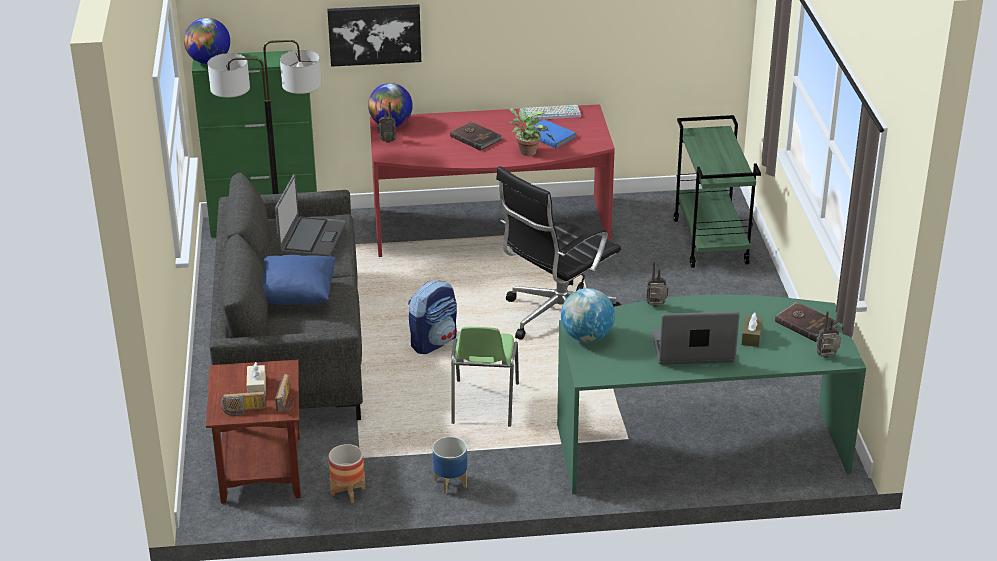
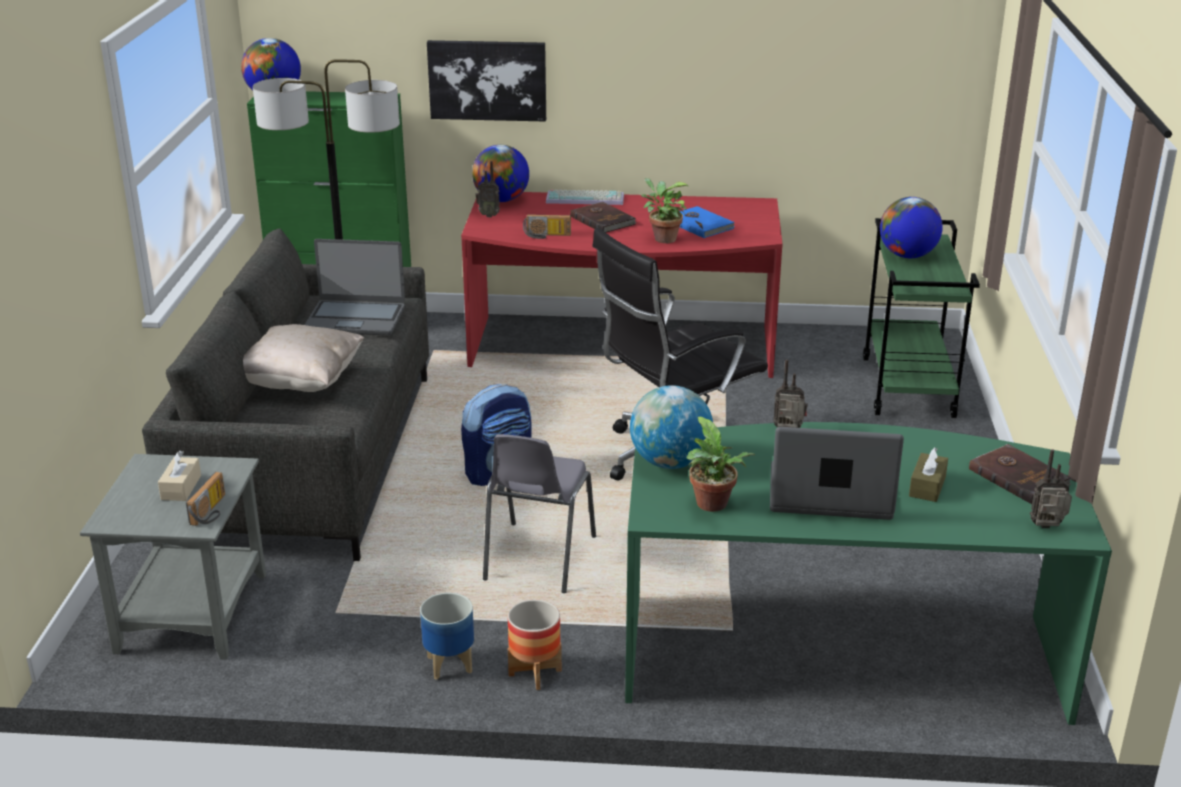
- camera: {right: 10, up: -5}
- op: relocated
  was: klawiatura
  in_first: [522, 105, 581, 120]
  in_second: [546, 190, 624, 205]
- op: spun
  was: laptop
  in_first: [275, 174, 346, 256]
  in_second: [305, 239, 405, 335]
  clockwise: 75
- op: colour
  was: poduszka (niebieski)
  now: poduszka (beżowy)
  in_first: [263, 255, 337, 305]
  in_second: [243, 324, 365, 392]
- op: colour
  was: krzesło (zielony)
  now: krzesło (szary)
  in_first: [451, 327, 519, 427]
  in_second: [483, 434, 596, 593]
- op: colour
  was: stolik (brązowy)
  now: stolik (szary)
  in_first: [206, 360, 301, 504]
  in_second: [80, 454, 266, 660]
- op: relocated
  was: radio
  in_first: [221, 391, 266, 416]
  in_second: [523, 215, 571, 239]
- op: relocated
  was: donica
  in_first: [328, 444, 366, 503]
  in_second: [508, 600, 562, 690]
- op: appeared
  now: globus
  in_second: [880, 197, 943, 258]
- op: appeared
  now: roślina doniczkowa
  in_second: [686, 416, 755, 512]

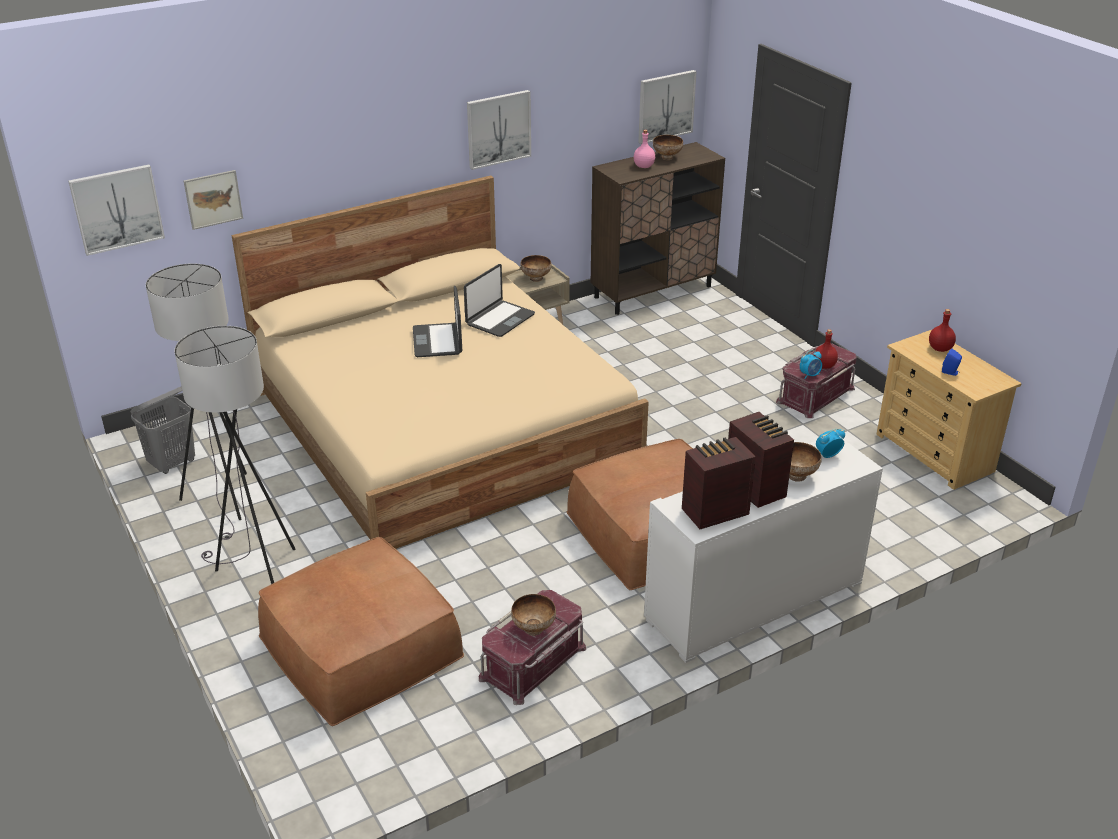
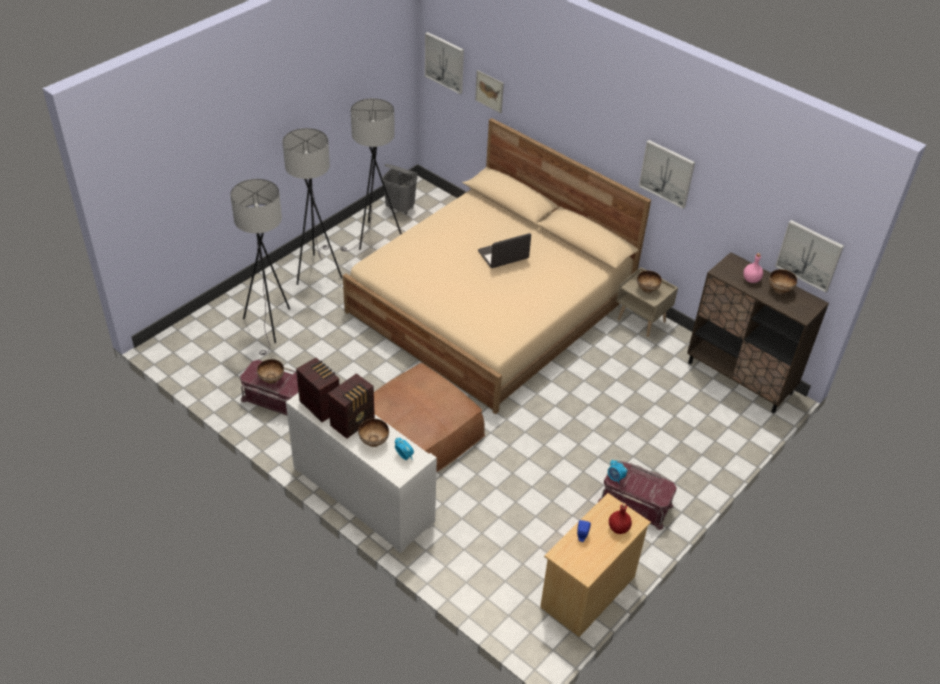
- camera: {right: 70, up: 10}
- op: missing
  was: laptop
  in_first: [464, 264, 535, 337]
- op: missing
  was: butelka (czerwony)
  in_first: [814, 329, 838, 369]
- op: exchanged
  was: pufa (brązowy)
  now: lampa stojąca (szary)
  in_first: [258, 537, 464, 726]
  in_second: [230, 179, 290, 355]

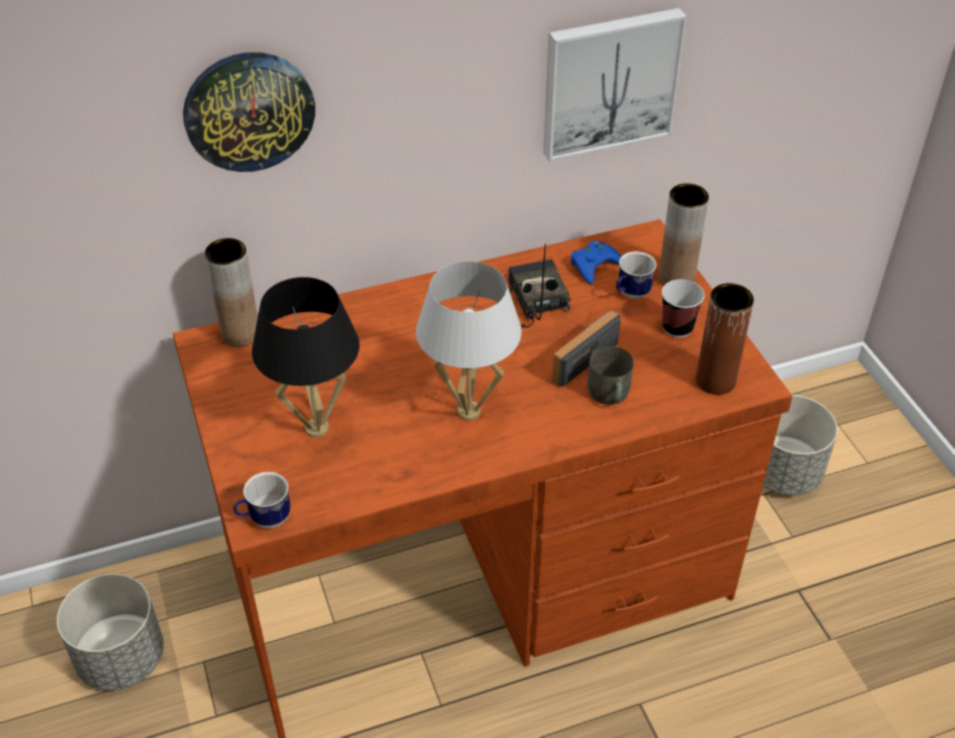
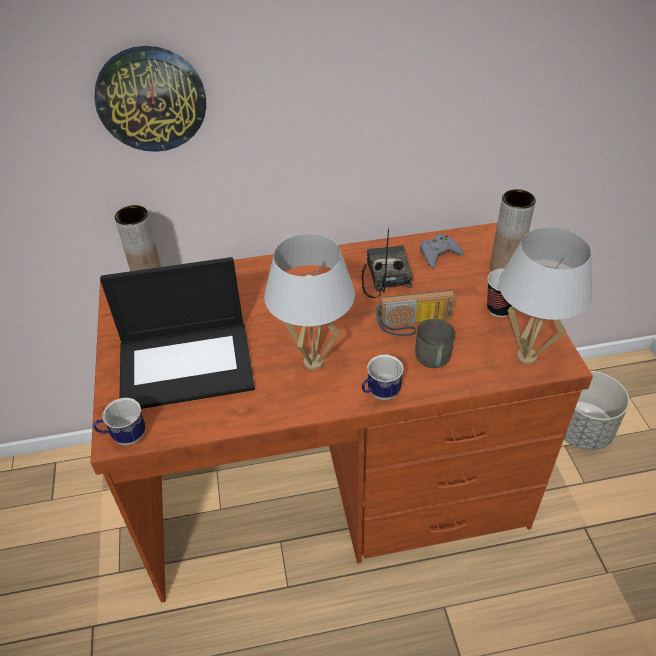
- camera: {right: 10, up: 0}
- op: missing
  was: obraz
  in_first: [543, 8, 687, 162]
- op: colour
  was: pad do gier (niebieski)
  now: pad do gier (szary)
  in_first: [571, 240, 622, 285]
  in_second: [420, 234, 464, 269]
- op: relocated
  was: kubek
  in_first: [616, 251, 657, 299]
  in_second: [362, 355, 404, 400]
- op: exchanged
  was: lampa stołowa (czarny)
  now: laptop
  in_first: [252, 277, 360, 437]
  in_second: [100, 257, 255, 409]
- op: exchanged
  was: wazon (brązowy)
  now: lampa stołowa (biały)
  in_first: [696, 283, 754, 395]
  in_second: [499, 227, 592, 364]
- op: spun
  was: radio
  in_first: [552, 311, 621, 387]
  in_second: [376, 290, 455, 336]
  clockwise: -150
- op: missing
  was: donica (szary)
  in_first: [57, 574, 164, 691]

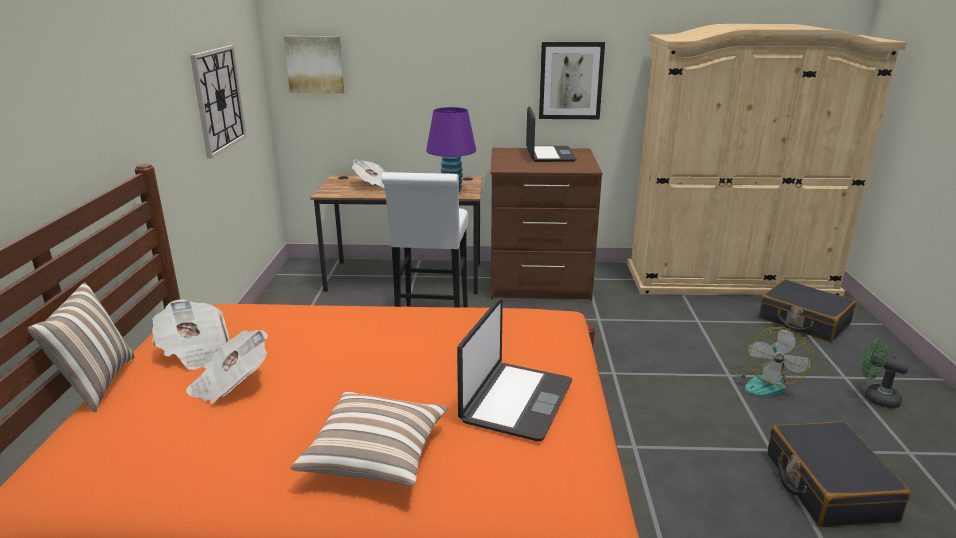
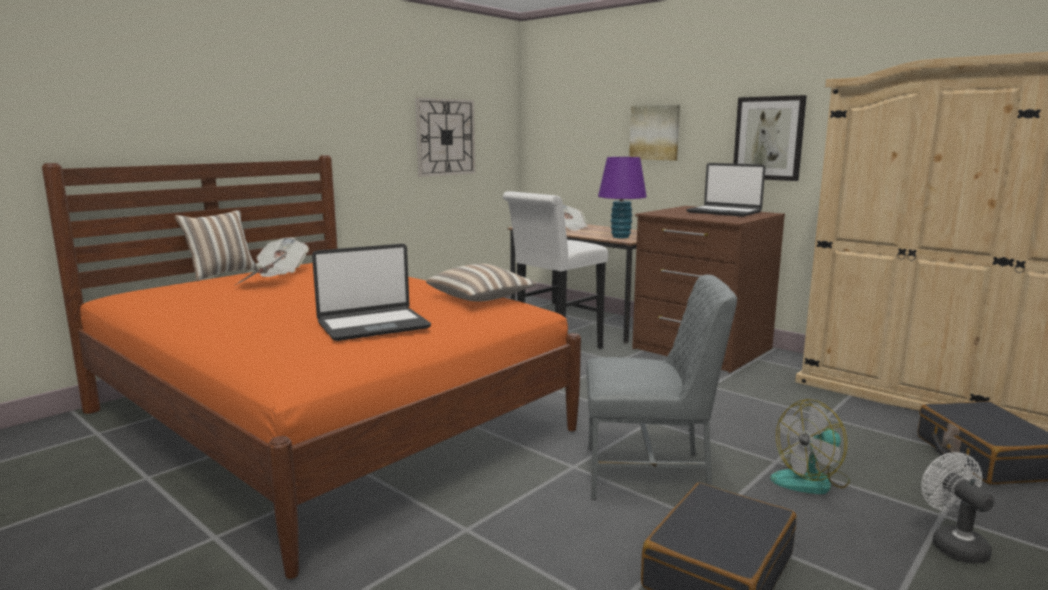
- camera: {right: 40, up: -10}
- op: relocated
  was: obraz
  in_first: [284, 36, 344, 93]
  in_second: [629, 105, 680, 161]
- op: spun
  was: laptop
  in_first: [526, 106, 576, 162]
  in_second: [686, 163, 765, 217]
  clockwise: 90
- op: colour
  was: wentylator (zielony)
  now: wentylator (biały)
  in_first: [861, 338, 910, 408]
  in_second: [921, 452, 994, 564]
- op: relocated
  was: poduszka
  in_first: [291, 392, 448, 486]
  in_second: [426, 264, 537, 301]
- op: appeared
  now: krzesło (szary)
  in_second: [586, 275, 737, 500]

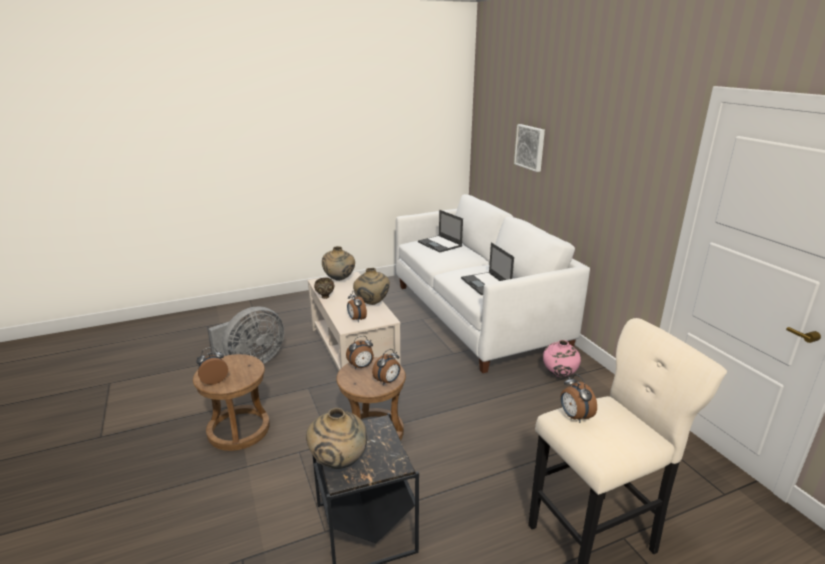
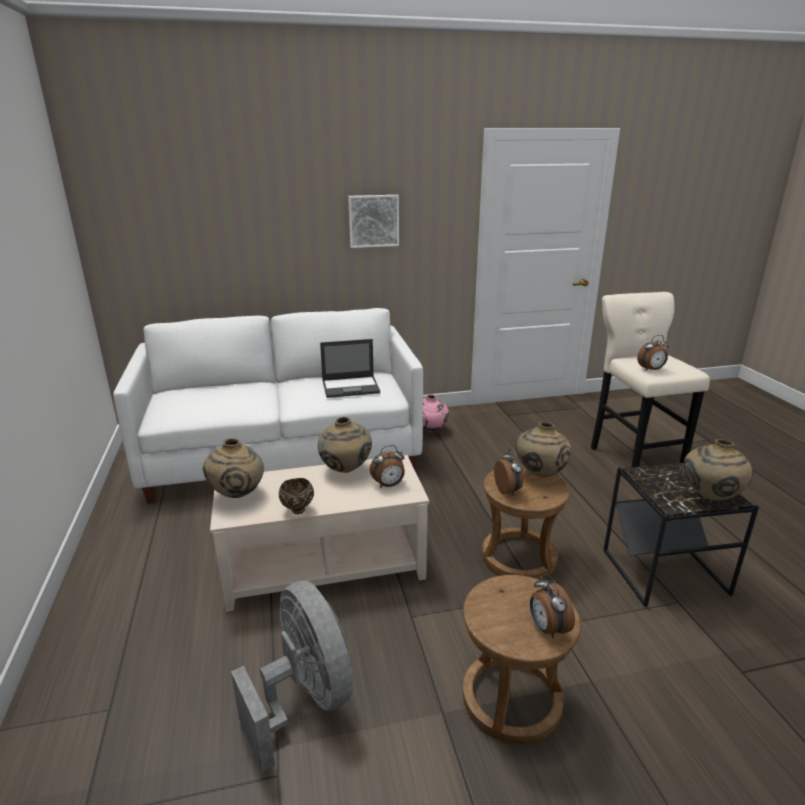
- camera: {right: -80, up: 0}
- op: relocated
  was: obraz
  in_first: [514, 124, 545, 172]
  in_second: [348, 195, 399, 248]
- op: missing
  was: laptop
  in_first: [418, 210, 463, 252]
- op: exchanged
  was: budzik
  now: wazon (beżowy)
  in_first: [372, 349, 401, 385]
  in_second: [516, 422, 572, 477]

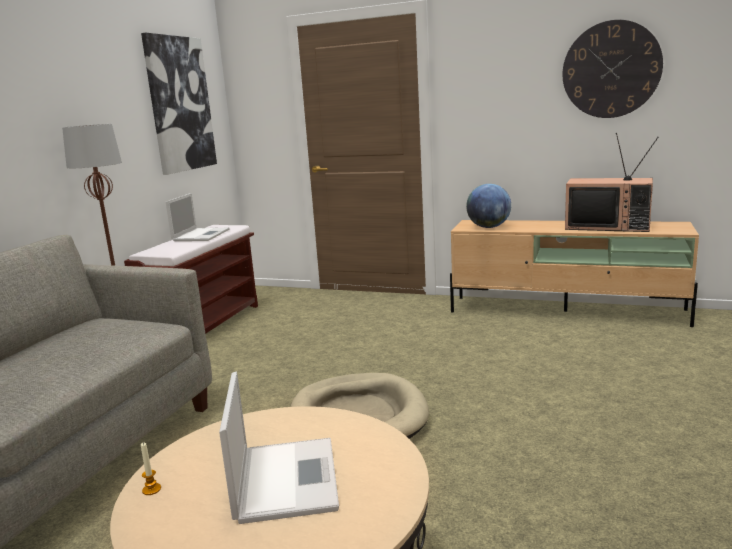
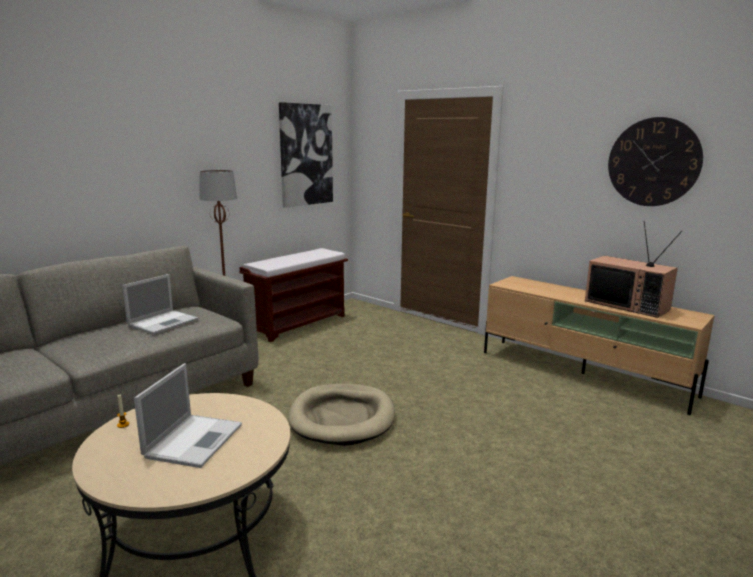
- camera: {right: 20, up: 0}
- op: missing
  was: globus
  in_first: [466, 184, 511, 228]
- op: relocated
  was: laptop
  in_first: [166, 193, 230, 241]
  in_second: [122, 274, 198, 335]

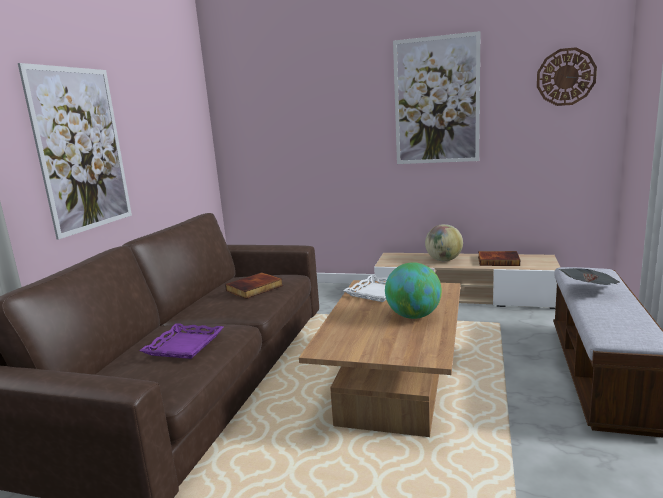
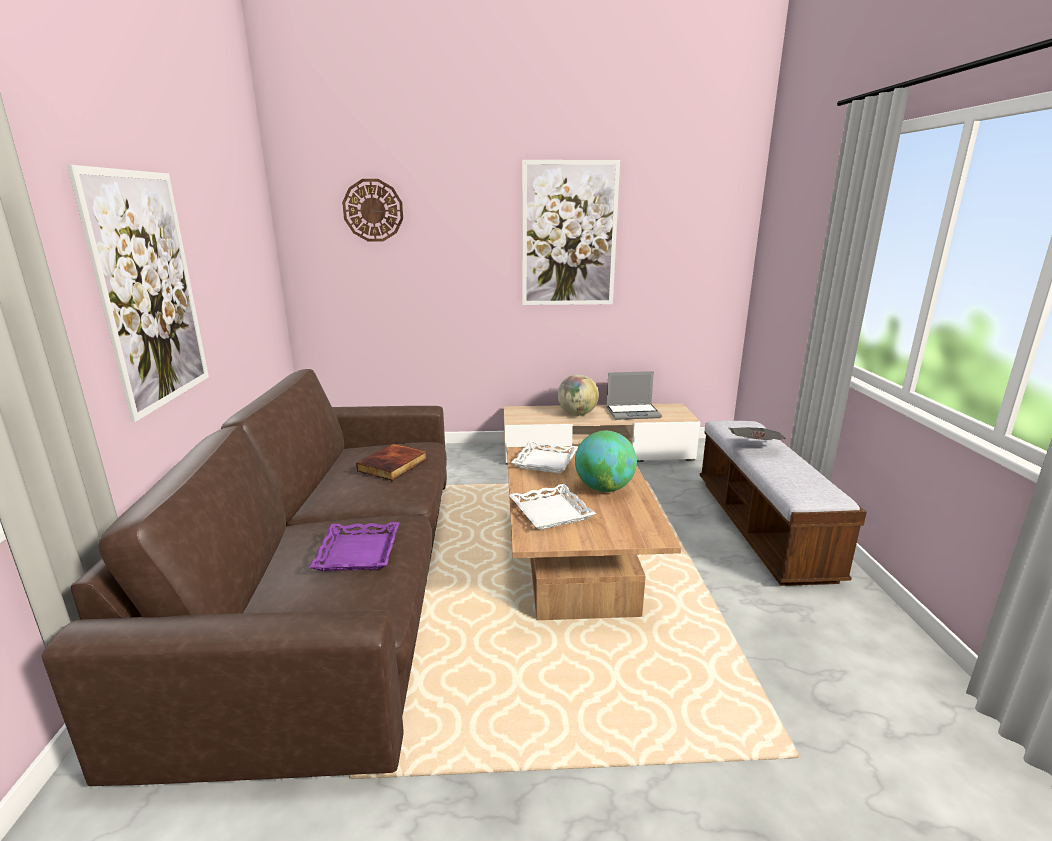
- camera: {right: -20, up: 5}
- op: relocated
  was: zegar ścienny
  in_first: [537, 47, 597, 106]
  in_second: [342, 179, 403, 241]
- op: exchanged
  was: książka
  now: laptop
  in_first: [478, 251, 520, 266]
  in_second: [606, 371, 662, 420]
- op: appeared
  now: taca (biały)
  in_second: [509, 484, 596, 530]

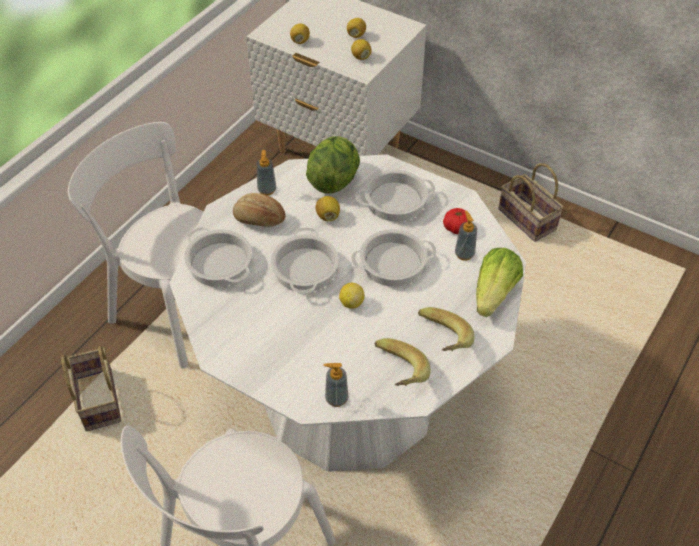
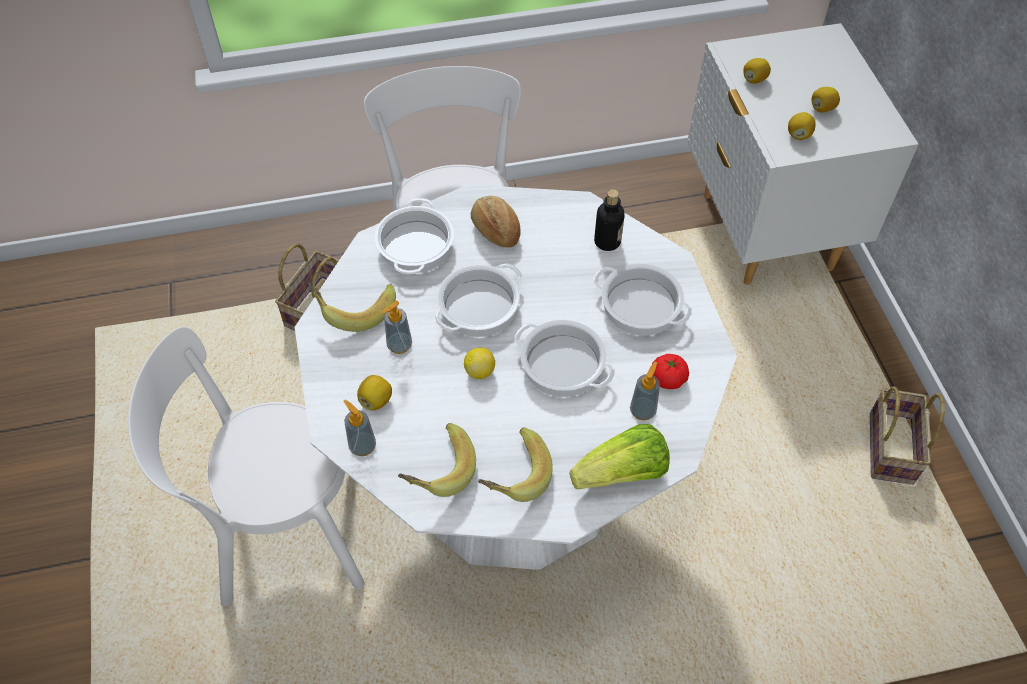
- camera: {right: 45, up: 5}
- op: exchanged
  was: sałata
  now: butelka
  in_first: [306, 136, 360, 193]
  in_second: [594, 189, 625, 251]
- op: relocated
  was: dozownik mydła
  in_first: [256, 150, 277, 195]
  in_second: [382, 301, 412, 354]
- op: relocated
  was: cytryna
  in_first: [315, 196, 340, 221]
  in_second: [357, 375, 392, 410]
- op: appeared
  now: banan
  in_second: [309, 282, 396, 332]

